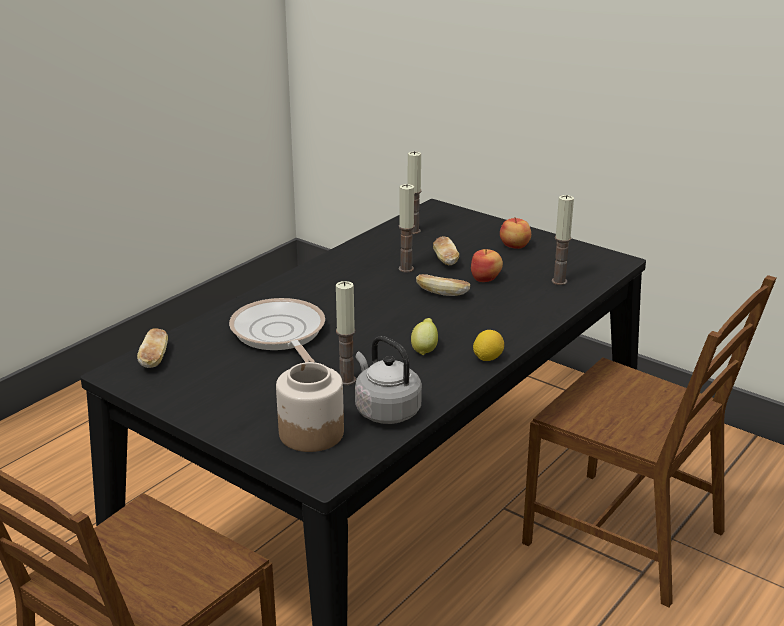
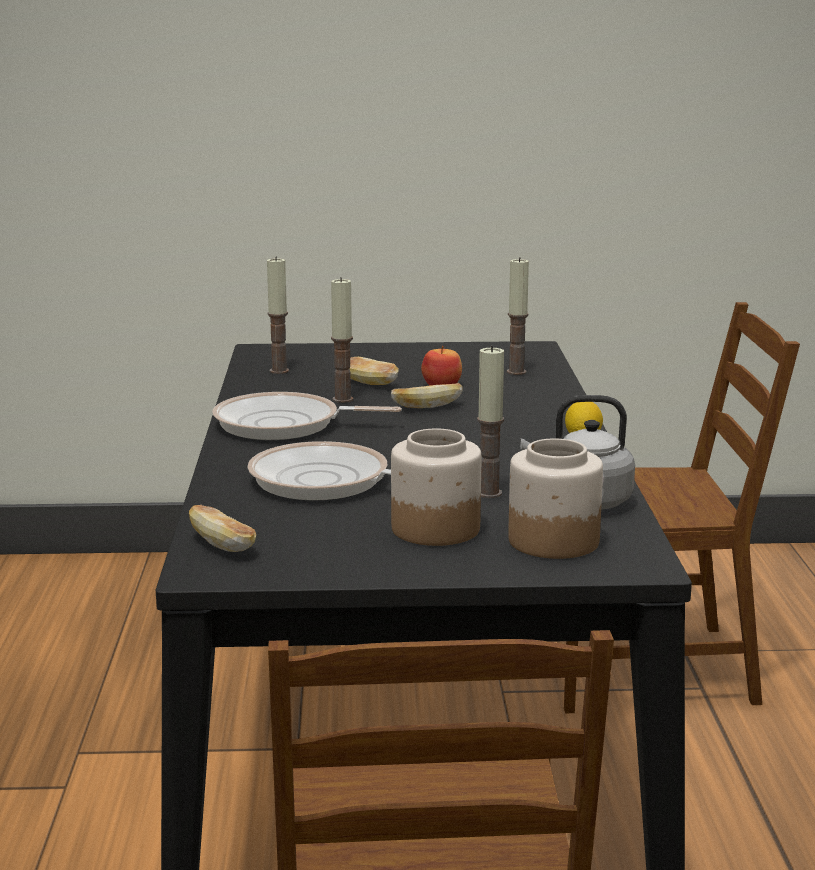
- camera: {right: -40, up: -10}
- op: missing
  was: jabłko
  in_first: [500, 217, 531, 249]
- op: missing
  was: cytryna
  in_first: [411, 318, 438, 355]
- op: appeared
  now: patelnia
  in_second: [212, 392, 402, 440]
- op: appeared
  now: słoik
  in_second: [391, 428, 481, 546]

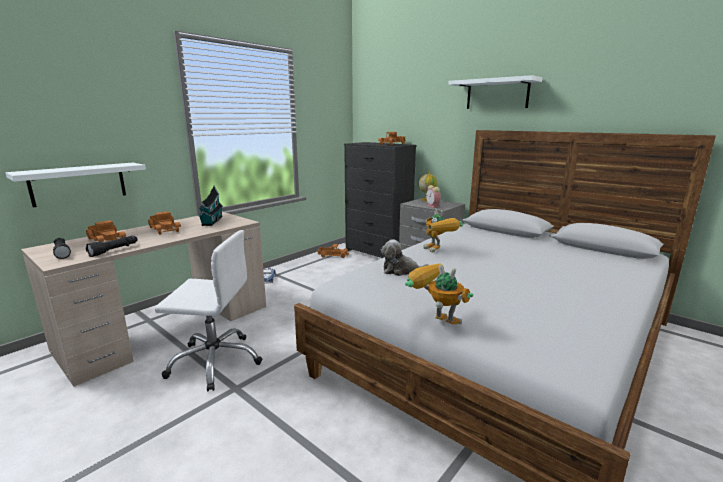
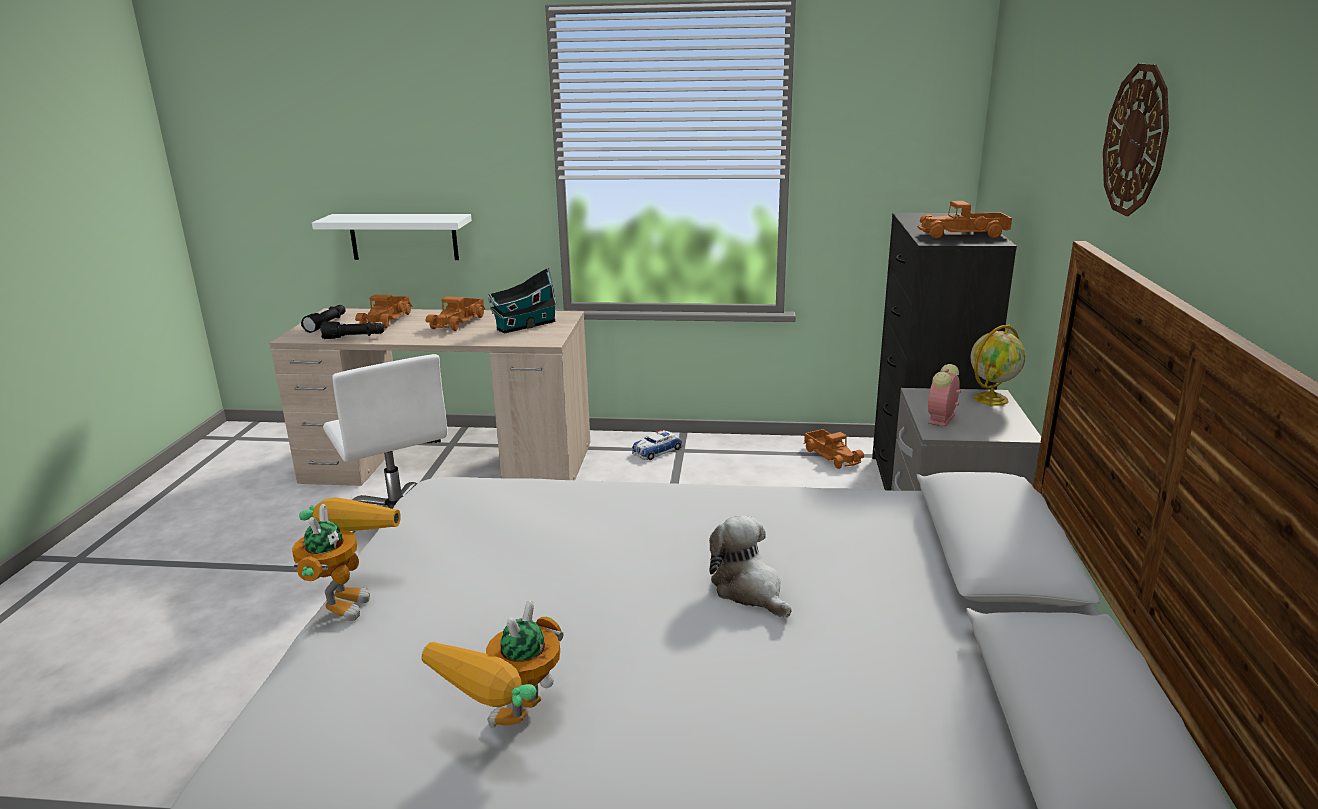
- camera: {right: 55, up: 5}
- op: exchanged
  was: półka (biały)
  now: zegar ścienny
  in_first: [448, 75, 542, 109]
  in_second: [1103, 64, 1169, 216]
- op: relocated
  was: robot zabawkowy
  in_first: [423, 208, 463, 253]
  in_second: [421, 600, 563, 728]
- op: relocated
  was: pluszak
  in_first: [381, 239, 429, 276]
  in_second: [709, 516, 792, 618]

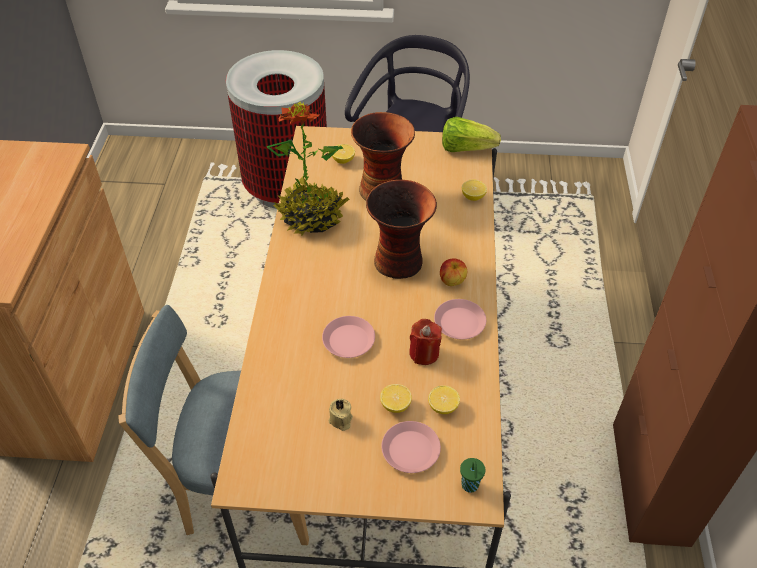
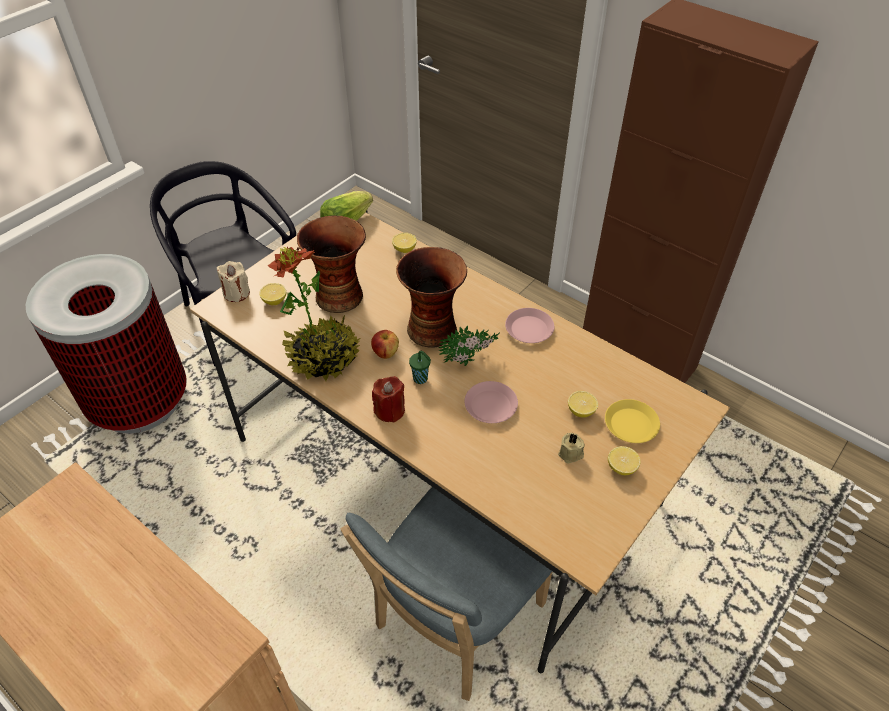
- camera: {right: -55, up: 0}
- op: relocated
  was: jabłko
  in_first: [440, 259, 467, 286]
  in_second: [371, 330, 399, 359]
- op: relocated
  was: świeca (czerwony)
  in_first: [409, 319, 442, 365]
  in_second: [372, 376, 405, 423]
- op: relocated
  was: cytryna
  in_first: [428, 385, 460, 414]
  in_second: [608, 446, 640, 475]
- op: colour
  was: talerz (różowy)
  now: talerz (żółty)
  in_first: [381, 421, 441, 473]
  in_second: [605, 399, 660, 443]
- op: relocated
  was: filiżanka (zielony)
  in_first: [460, 458, 485, 493]
  in_second: [409, 351, 431, 384]
- op: appeared
  now: świeca (beżowy)
  in_second: [217, 261, 250, 302]
- op: appeared
  now: roślina doniczkowa
  in_second: [439, 325, 500, 366]

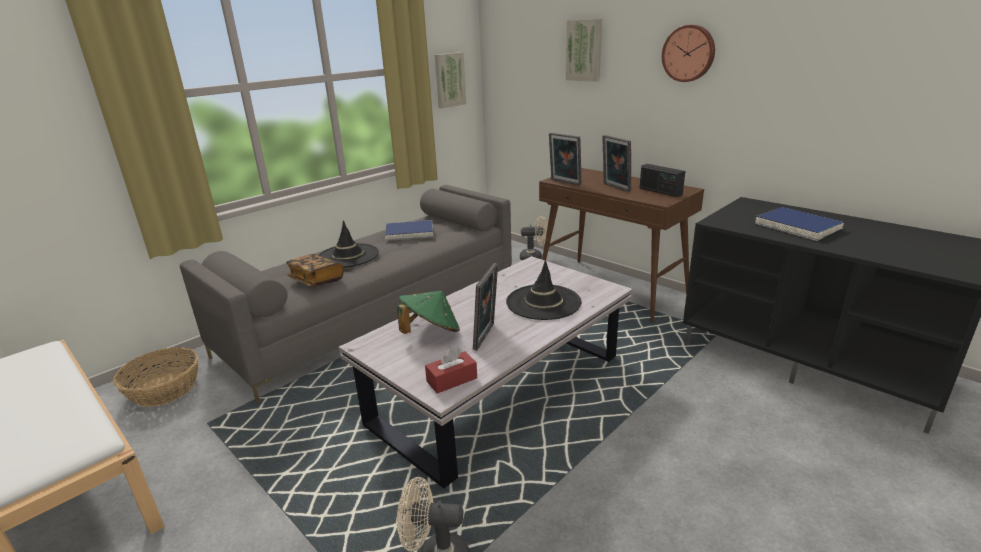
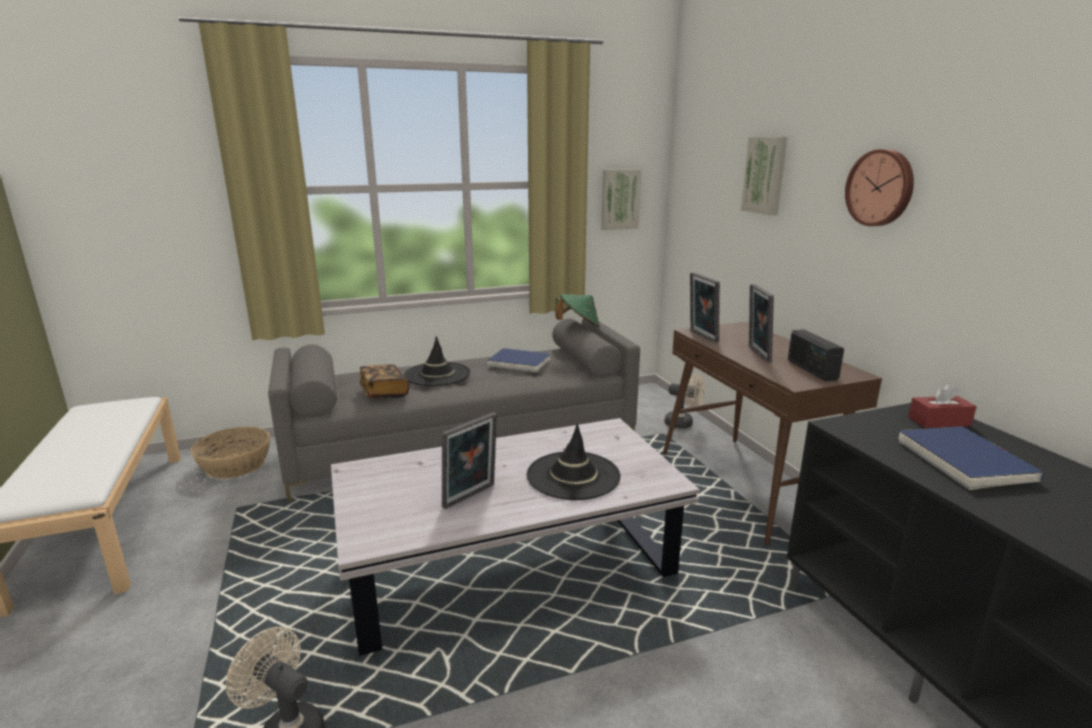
- camera: {right: 25, up: -5}
- op: relocated
  was: kapelusz (zielony)
  in_first: [397, 291, 460, 334]
  in_second: [555, 294, 600, 327]
- op: relocated
  was: pudełko chusteczek (czerwony)
  in_first: [425, 347, 477, 394]
  in_second: [908, 383, 977, 428]

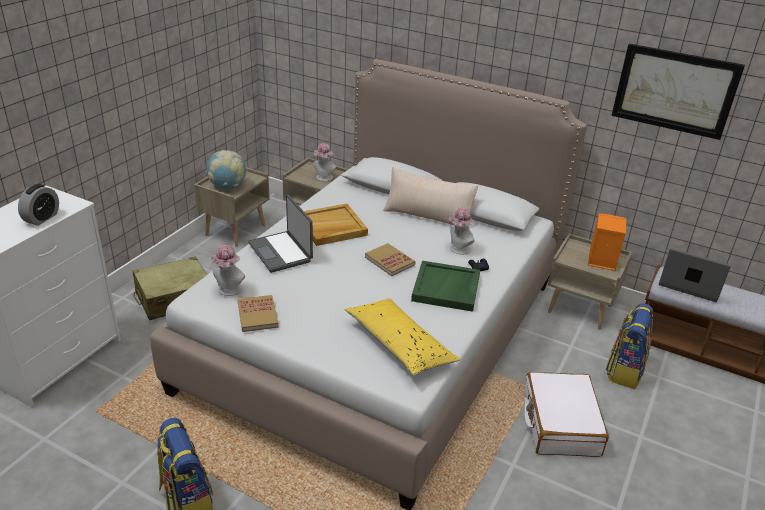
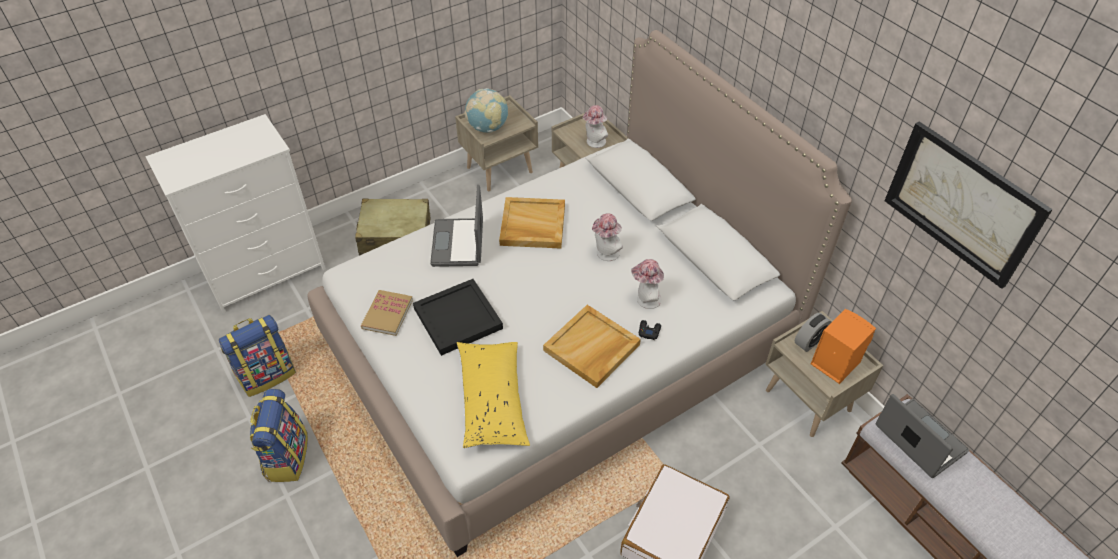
- camera: {right: 30, up: 15}
- op: missing
  was: poduszka (beżowy)
  in_first: [383, 167, 478, 225]
- op: relocated
  was: budzik
  in_first: [18, 184, 59, 226]
  in_second: [795, 313, 832, 352]
- op: missing
  was: książka
  in_first: [365, 243, 416, 276]
- op: relocated
  was: kapelusz
  in_first: [211, 245, 245, 296]
  in_second: [592, 213, 623, 261]
- op: colour
  was: taca (zielony)
  now: taca (beżowy)
  in_first: [411, 261, 480, 312]
  in_second: [543, 305, 641, 388]
- op: relocated
  was: plecak
  in_first: [605, 303, 653, 389]
  in_second: [219, 315, 296, 397]
- op: appeared
  now: taca (czarny)
  in_second: [413, 279, 503, 356]

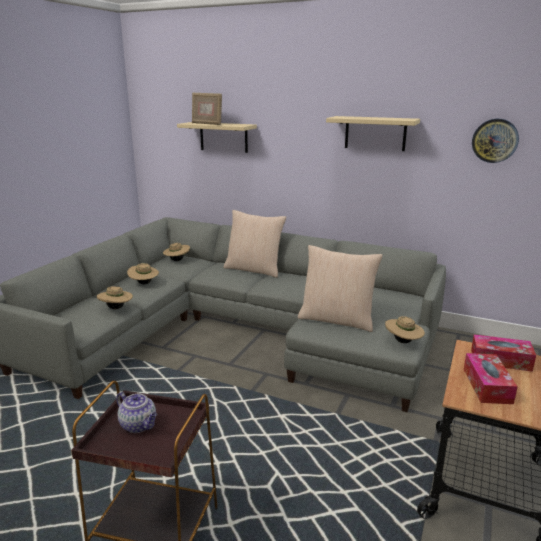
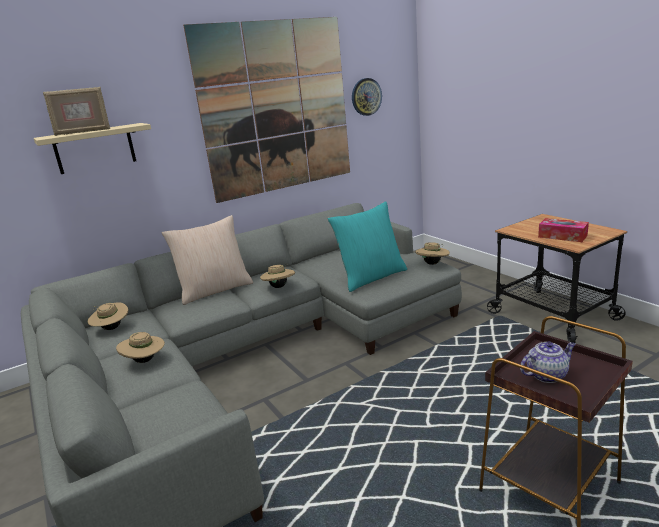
- camera: {right: -55, up: 0}
- op: exchanged
  was: półka (beżowy)
  now: obraz
  in_first: [326, 116, 420, 151]
  in_second: [183, 17, 350, 203]
- op: colour
  was: poduszka (beżowy)
  now: poduszka (turkusowy)
  in_first: [298, 245, 383, 332]
  in_second: [328, 201, 407, 292]
- op: relocated
  was: kapelusz (beżowy)
  in_first: [97, 286, 133, 309]
  in_second: [260, 265, 295, 288]
- op: missing
  was: pudełko chusteczek
  in_first: [471, 334, 536, 372]

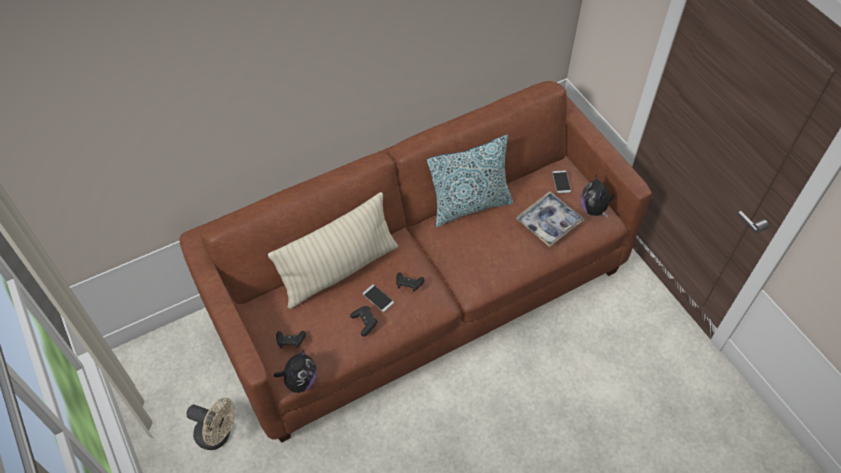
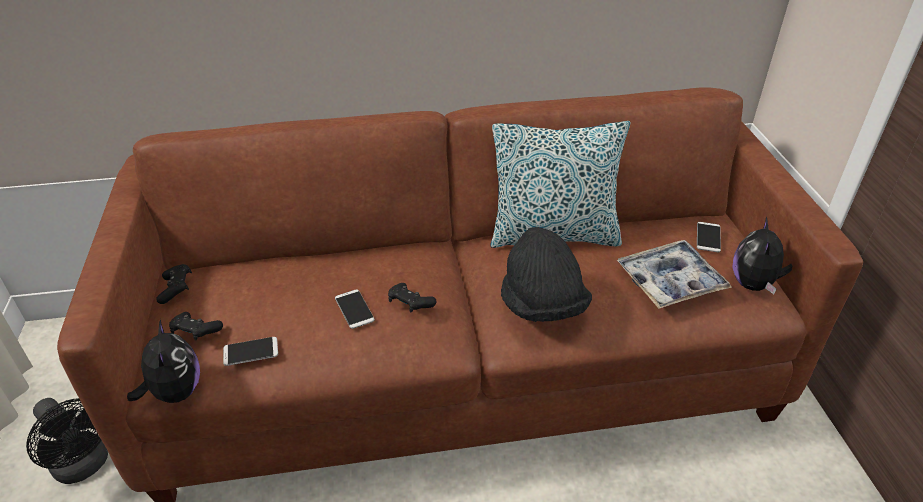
- camera: {right: 20, up: -15}
- op: missing
  was: poduszka (beżowy)
  in_first: [268, 192, 398, 309]
- op: relocated
  was: pad do gier (czarny)
  in_first: [350, 306, 378, 336]
  in_second: [156, 264, 192, 304]
- op: spun
  was: pluszak
  in_first: [274, 350, 317, 393]
  in_second: [127, 319, 200, 403]
  clockwise: -60
- op: colour
  was: wentylator (beżowy)
  now: wentylator (czarny)
  in_first: [186, 398, 235, 450]
  in_second: [26, 398, 108, 484]
- op: appeared
  now: kapelusz (czarny)
  in_second: [501, 227, 592, 322]
- op: appeared
  now: telefon
  in_second: [223, 337, 278, 366]

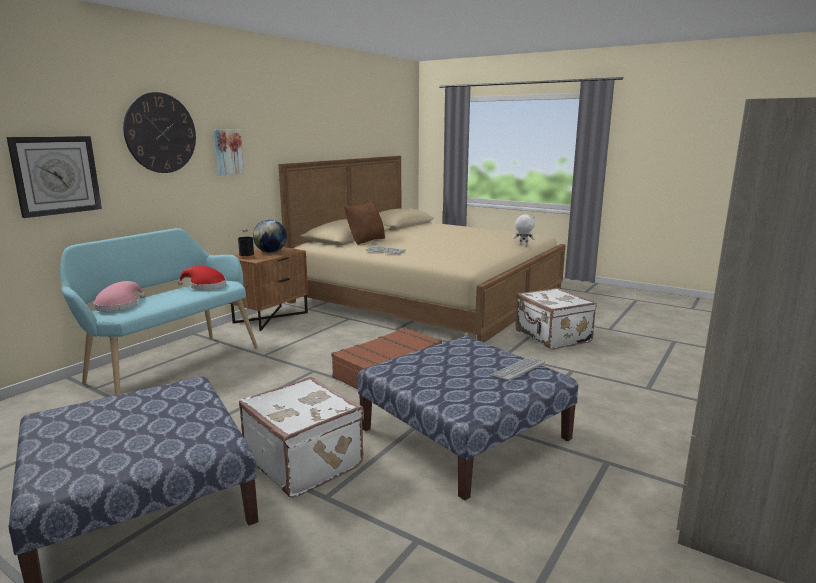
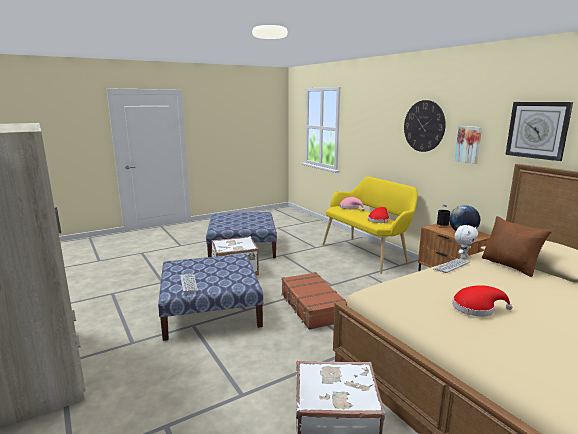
- camera: {right: 115, up: 0}
- op: relocated
  was: zegar ścienny
  in_first: [7, 136, 102, 218]
  in_second: [505, 102, 573, 161]
- op: relocated
  was: pluszak (biały)
  in_first: [513, 214, 535, 246]
  in_second: [455, 225, 478, 259]
- op: colour
  was: ławka (turkusowy)
  now: ławka (żółty)
  in_first: [60, 228, 258, 395]
  in_second: [323, 177, 418, 274]
- op: appeared
  now: kapelusz (czerwony)
  in_second: [452, 285, 512, 317]

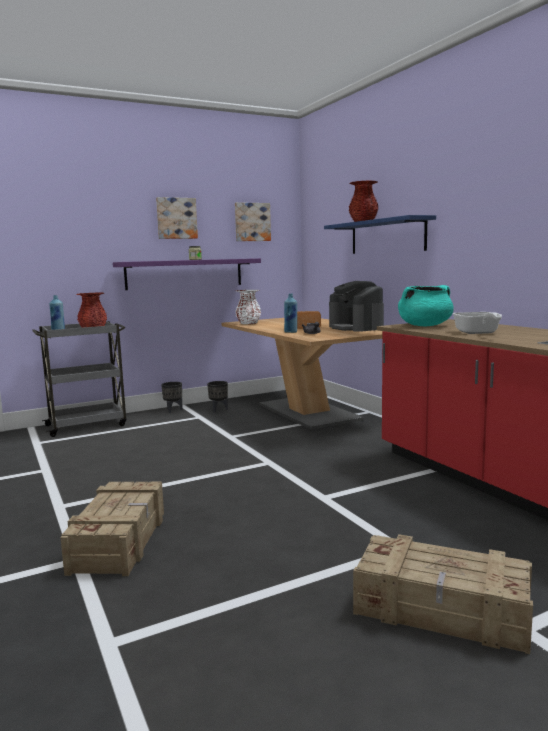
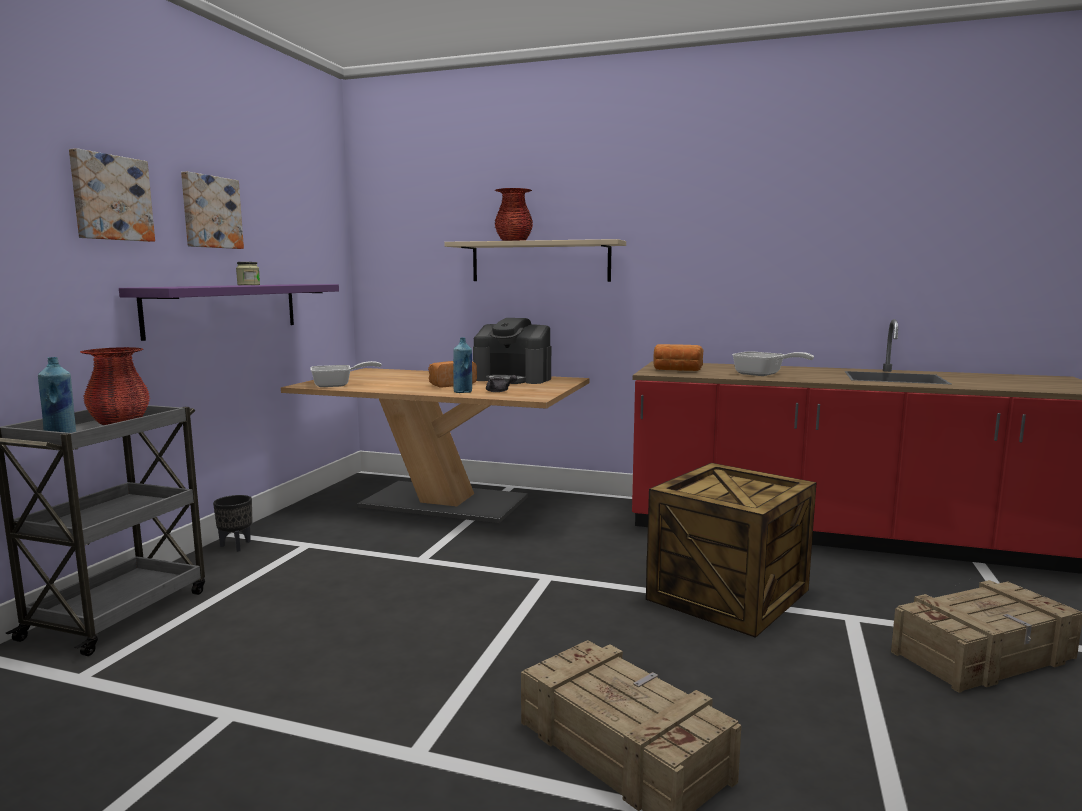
- camera: {right: -45, up: 0}
- op: relocated
  was: obraz
  in_first: [235, 202, 271, 241]
  in_second: [69, 148, 155, 242]
- op: colour
  was: półka (niebieski)
  now: półka (beżowy)
  in_first: [324, 215, 436, 254]
  in_second: [444, 239, 626, 282]
- op: exchanged
  was: garnek (turkusowy)
  now: chleb
  in_first: [398, 285, 454, 326]
  in_second: [653, 344, 703, 371]
- op: exchanged
  was: wazon (biały)
  now: patelnia
  in_first: [235, 290, 261, 324]
  in_second: [310, 361, 382, 387]
- op: missing
  was: donica (czarny)
  in_first: [207, 381, 228, 412]
- op: appeared
  now: skrzynka
  in_second: [646, 463, 817, 638]

